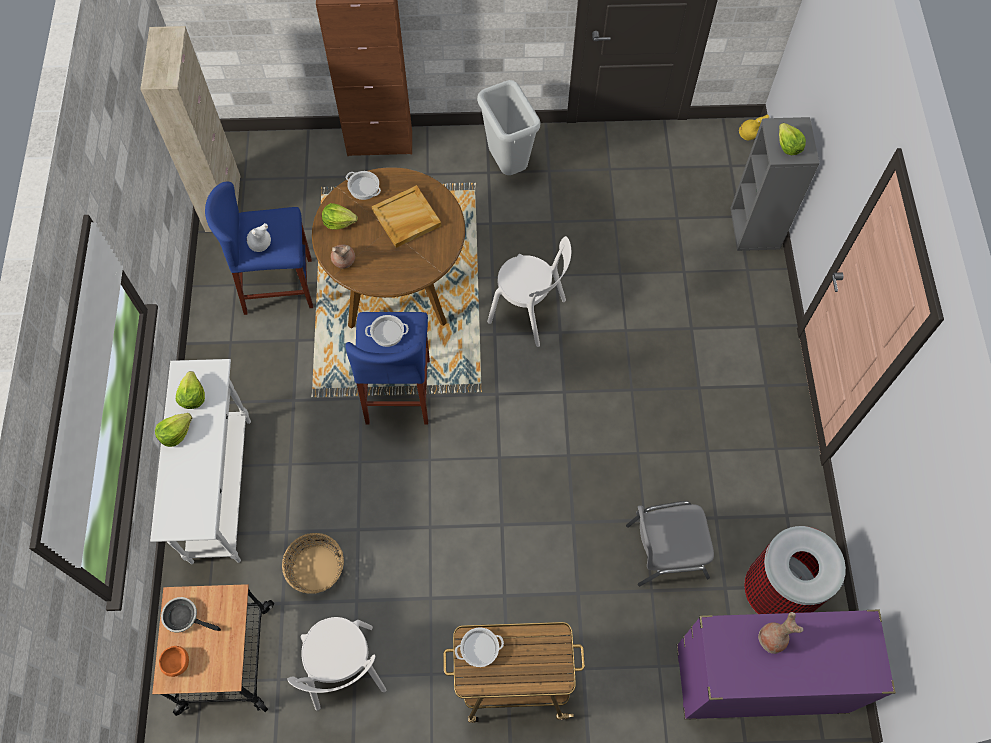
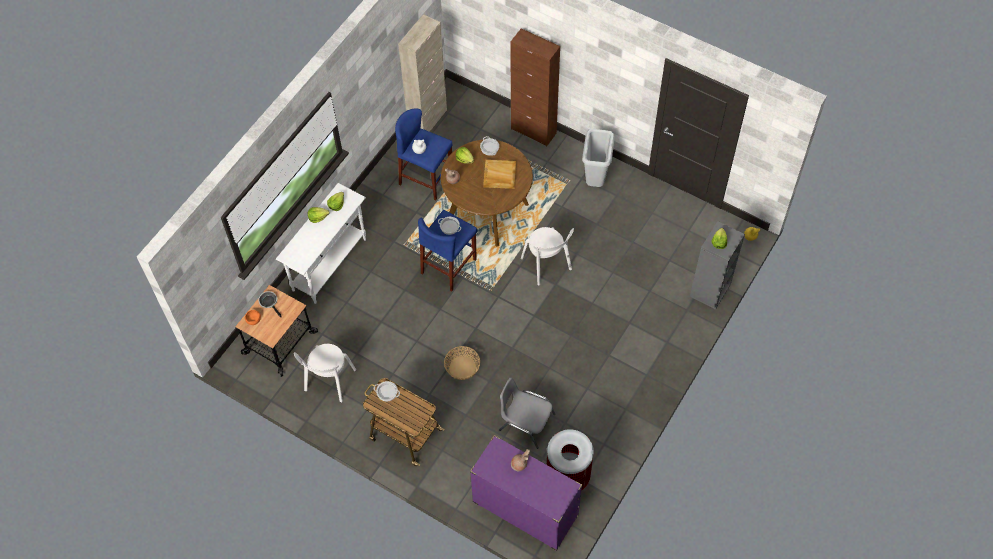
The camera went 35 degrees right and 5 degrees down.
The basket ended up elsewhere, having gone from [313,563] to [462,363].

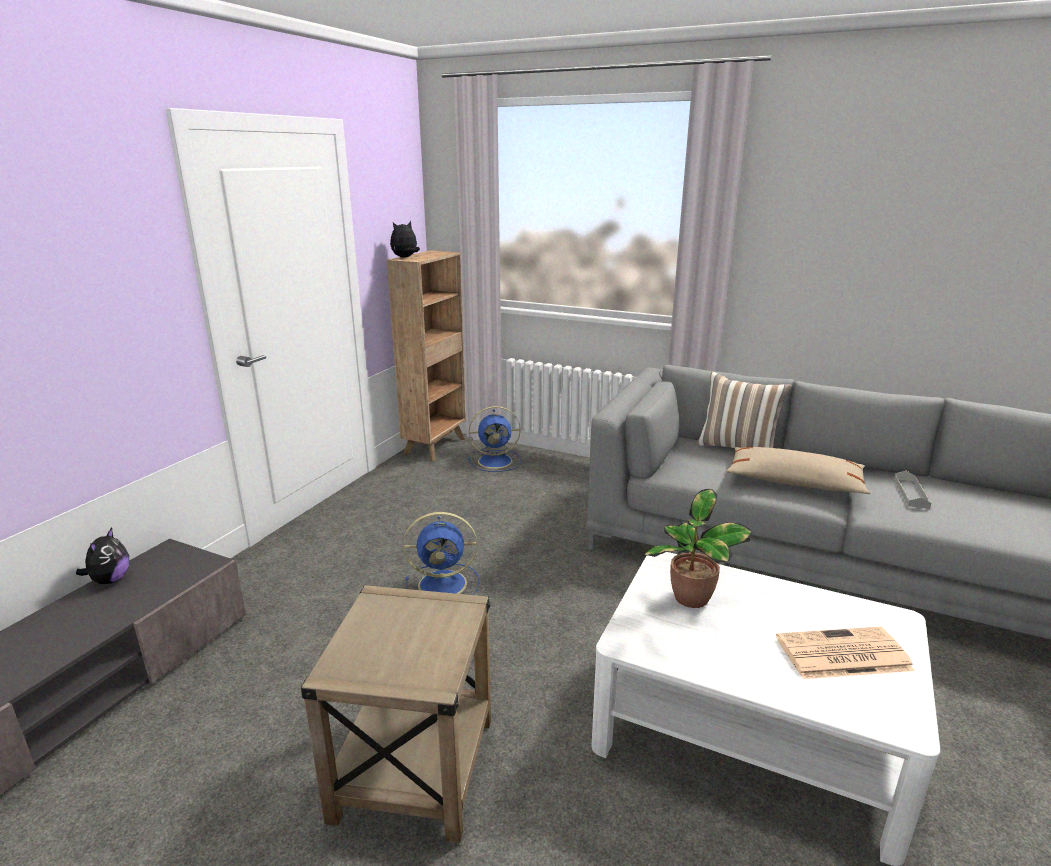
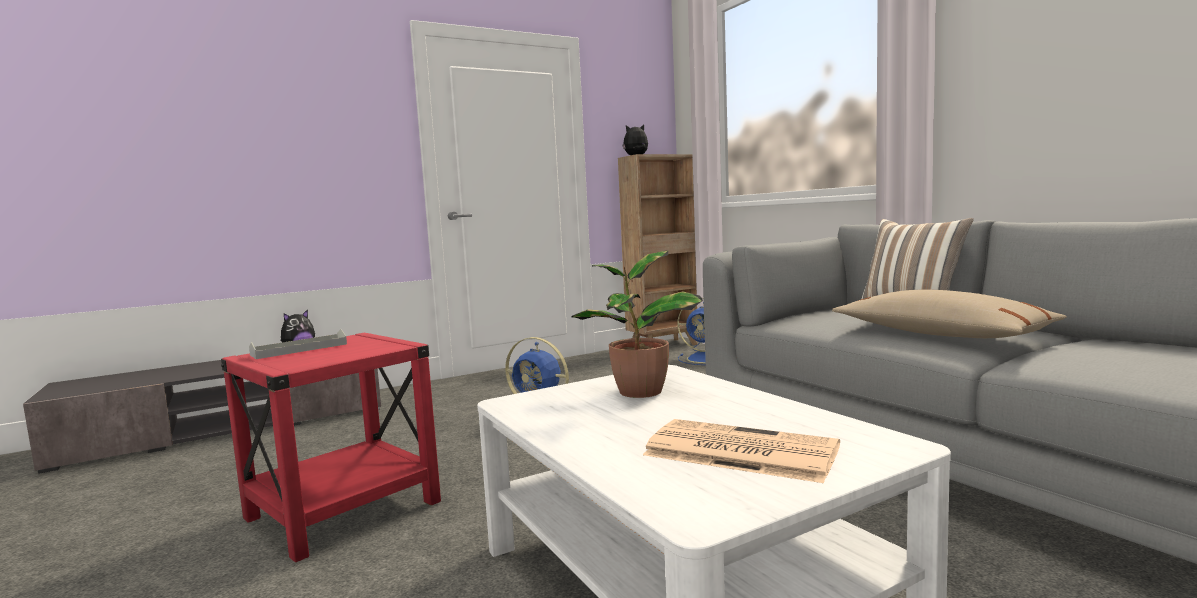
The camera went 35 degrees right and 15 degrees down.
What was the sand-coloured accent table at [396,714] turned into the reddish accent table at [331,447].
The gray carrying tray ended up elsewhere, having gone from [912,490] to [298,344].

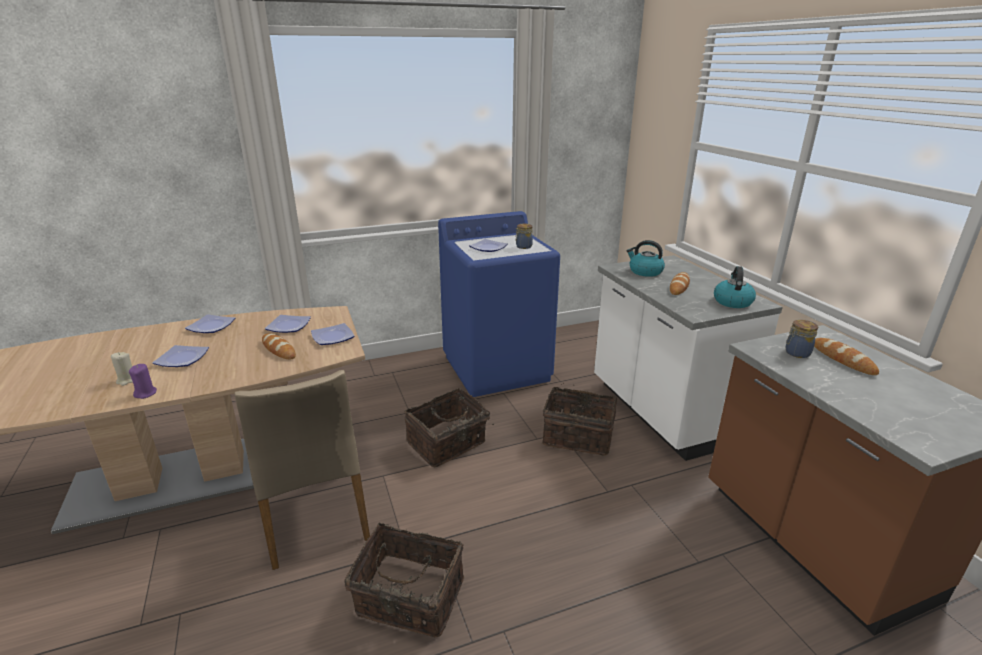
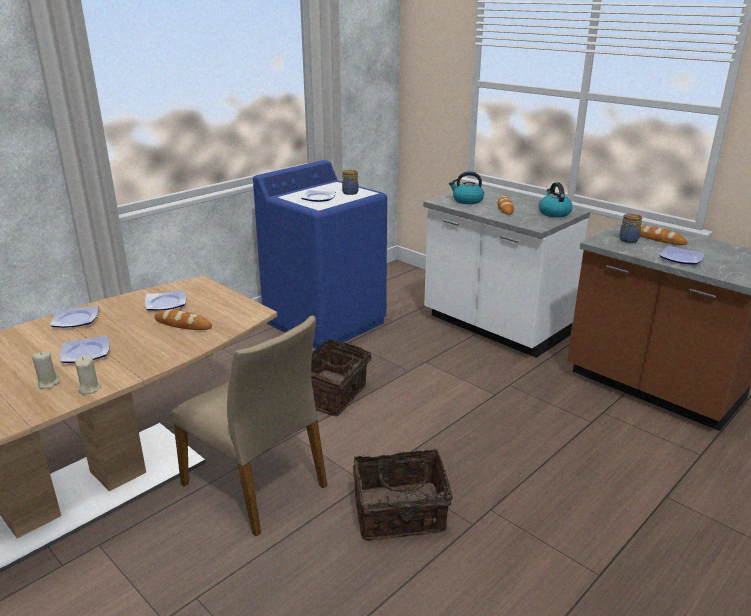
The camera went 25 degrees left and 0 degrees up.
What was the purple wax candle at [143,381] turned into the sand-coloured wax candle at [88,374].
The dinner plate ended up elsewhere, having gone from [332,334] to [682,255].
The second view lost the basket at [579,419].

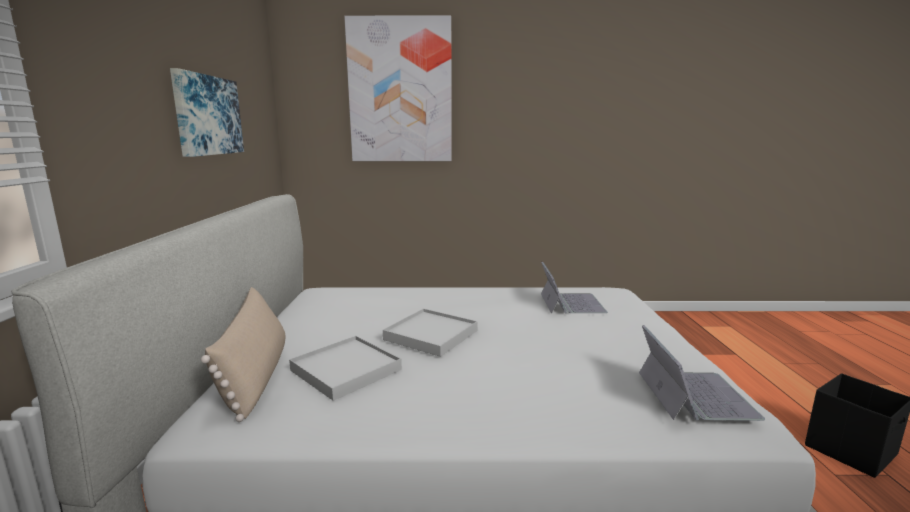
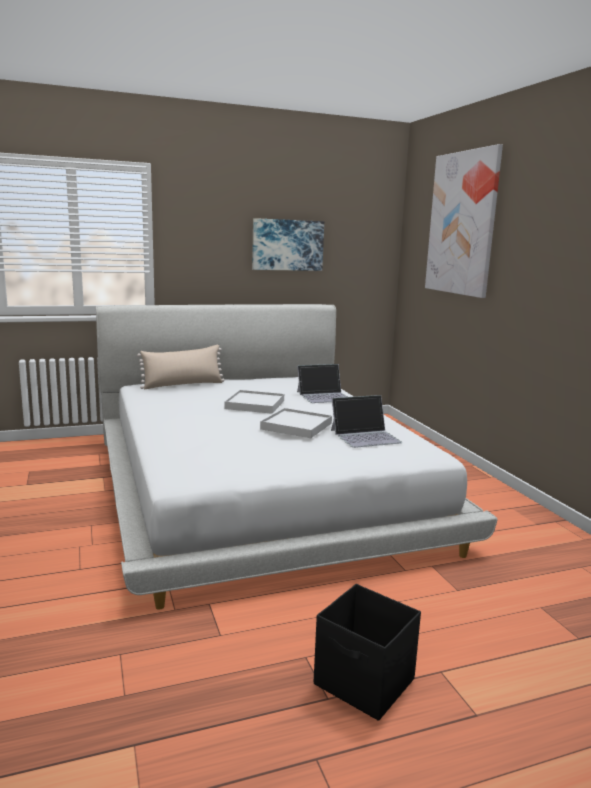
The camera went 70 degrees right and 0 degrees up.
The whitish carrying tray ended up elsewhere, having gone from [345,368] to [296,423].
The laptop ended up elsewhere, having gone from [702,373] to [322,383].

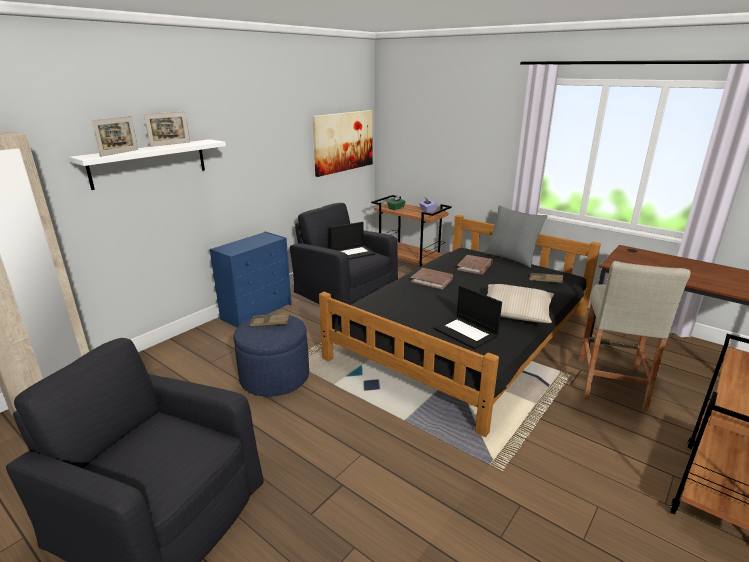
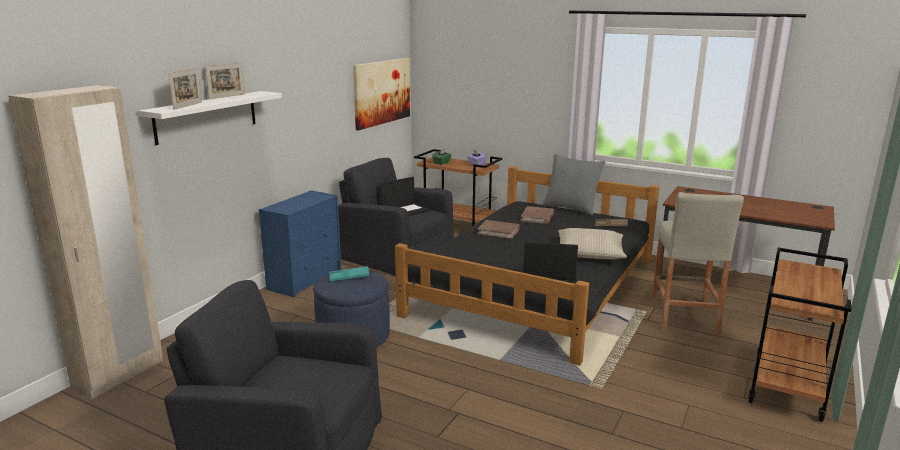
The camera went 10 degrees left and 5 degrees down.
What was the brownish carrying tray at [270,320] turned into the blue-green carrying tray at [349,273].
The laptop at [468,317] ended up facing another way, 150 degrees clockwise from before.

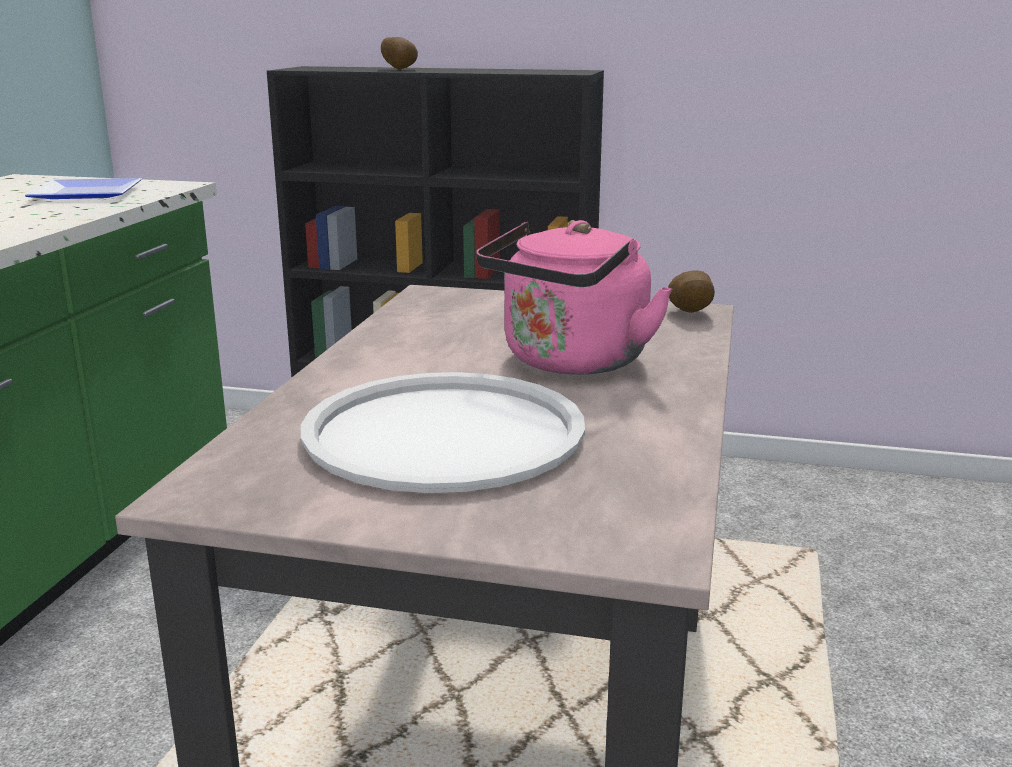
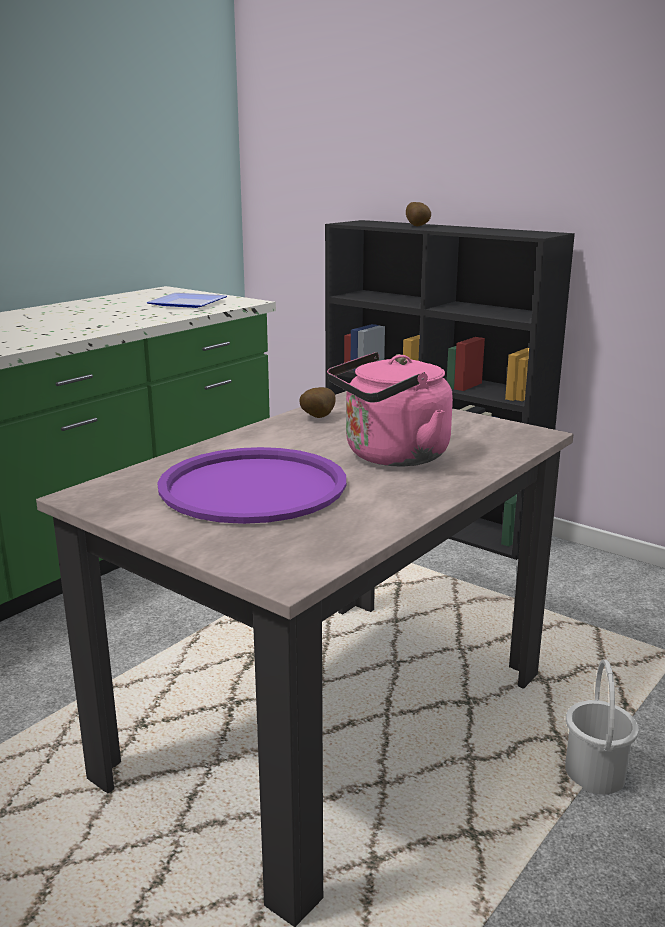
The camera went 25 degrees right and 0 degrees up.
What was the whitish carrying tray at [443,432] turned into the purple carrying tray at [251,485].
The spud ended up elsewhere, having gone from [691,292] to [317,402].
The second view gained the whitish water bucket at [602,726].

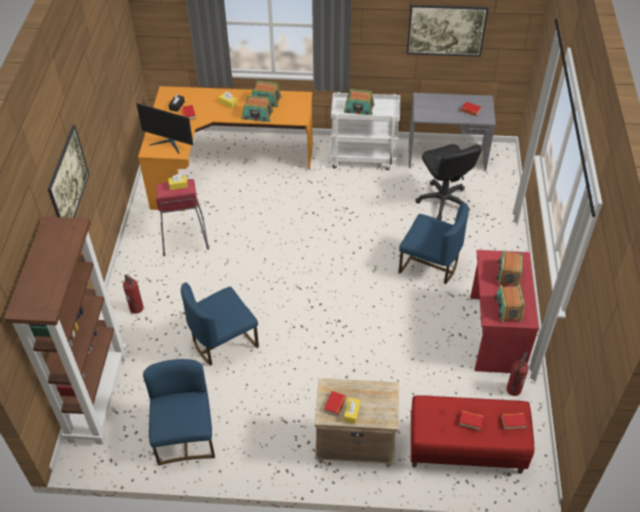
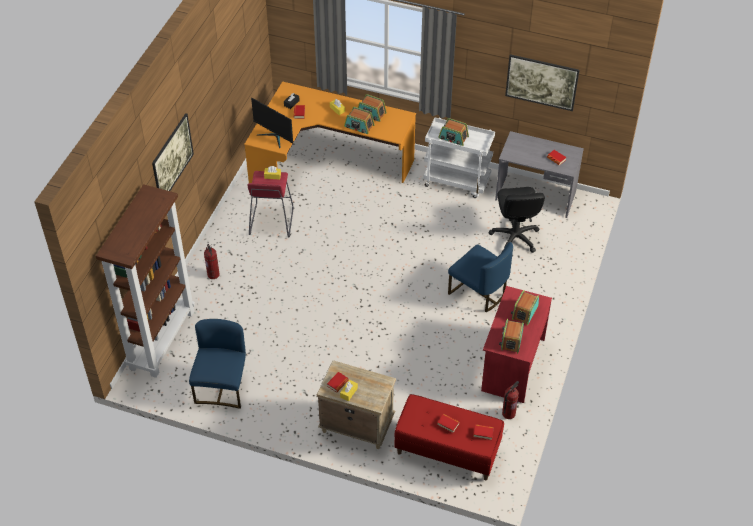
The camera went 15 degrees right and 0 degrees up.
The second view lost the blue-coloured upright chair at [220,324].

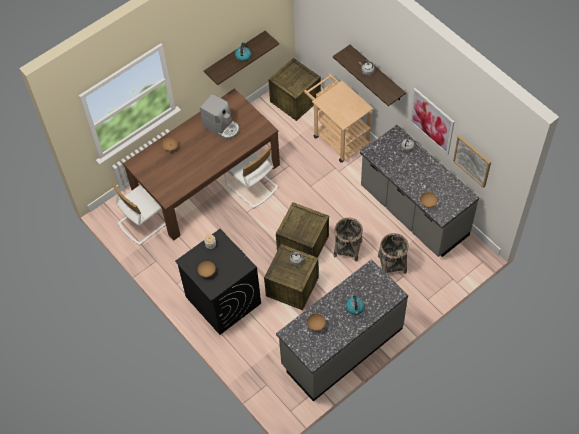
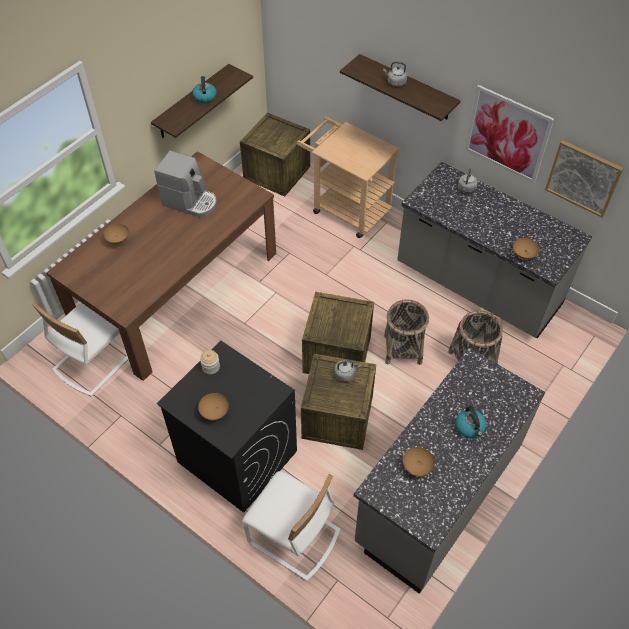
The camera went 15 degrees left and 5 degrees down.
The whitish upright chair ended up elsewhere, having gone from [251,177] to [291,526].

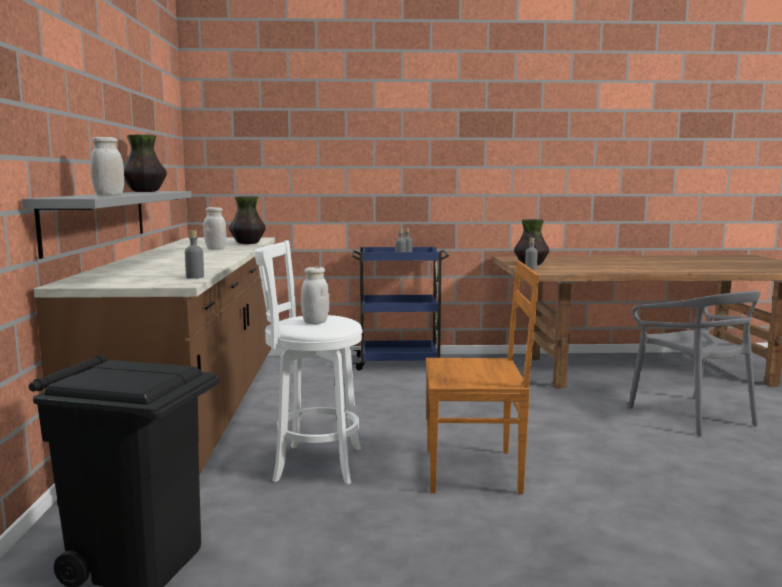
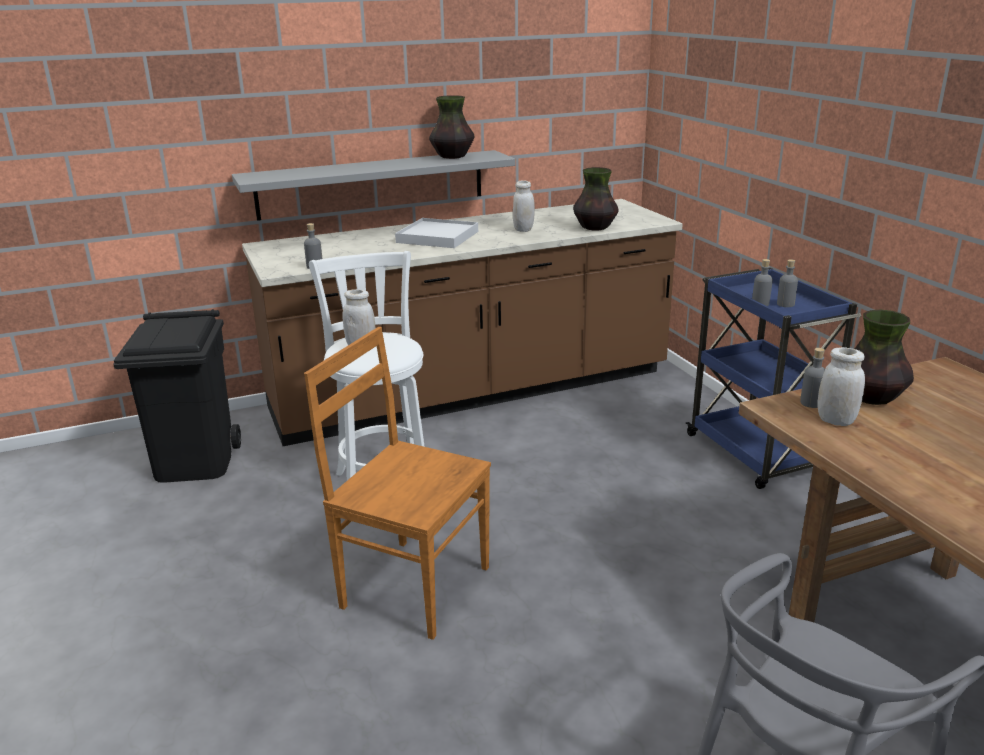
The camera went 70 degrees right and 15 degrees up.
The brownish upright chair at [483,377] ended up facing another way, 135 degrees clockwise from before.
The second view gained the whitish carrying tray at [436,233].
The whitish storage jar ended up elsewhere, having gone from [107,166] to [841,386].

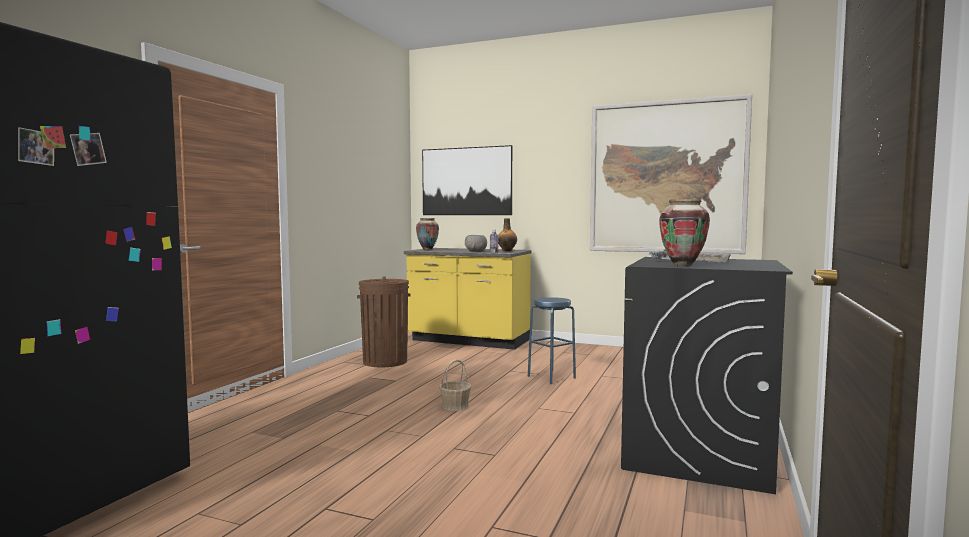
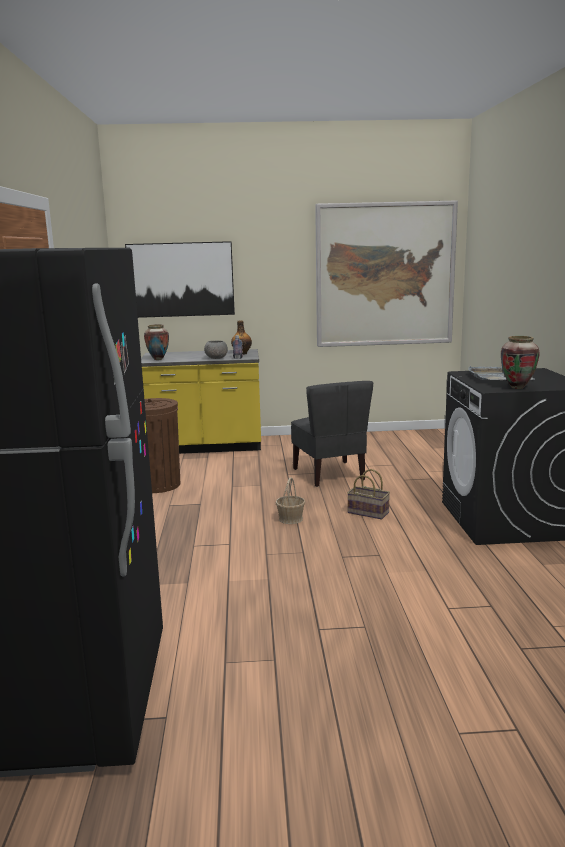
The camera went 25 degrees left and 10 degrees up.
Where the blue-coloured sitting stool stood at [552,340], the gray upright chair came to stand at [332,434].
The second view gained the basket at [368,494].

